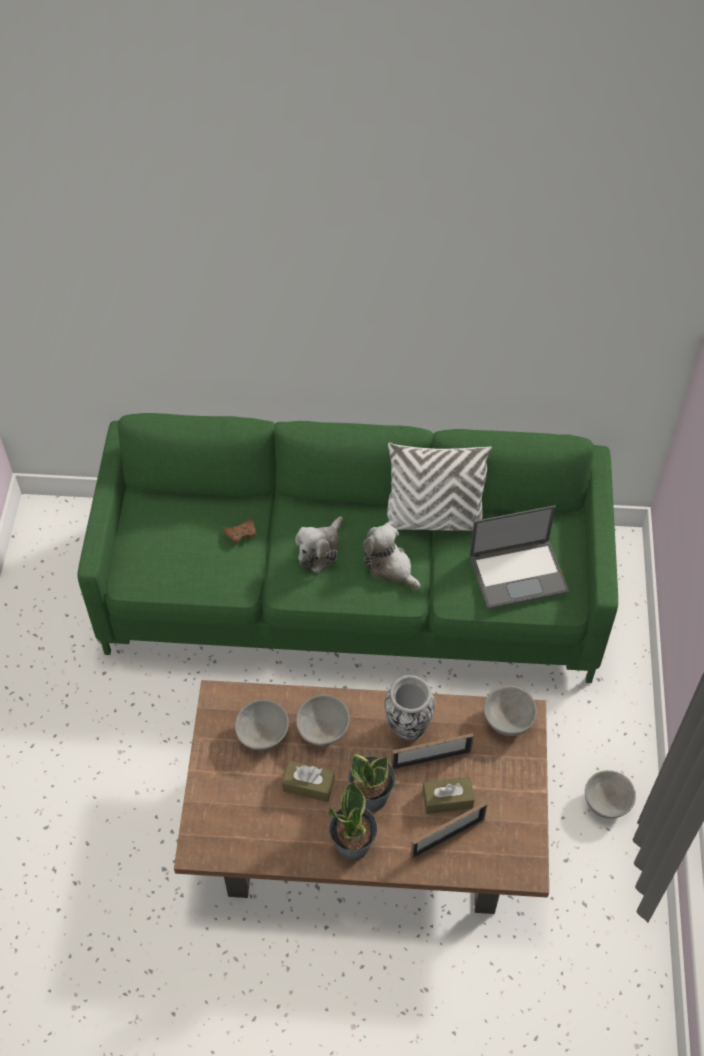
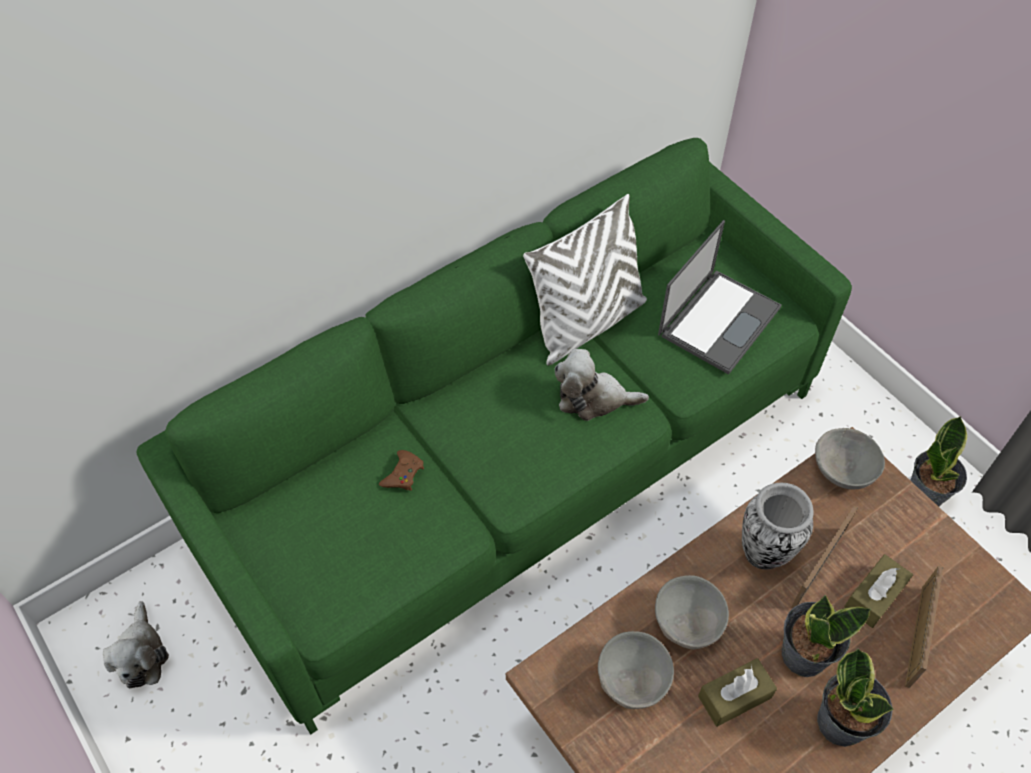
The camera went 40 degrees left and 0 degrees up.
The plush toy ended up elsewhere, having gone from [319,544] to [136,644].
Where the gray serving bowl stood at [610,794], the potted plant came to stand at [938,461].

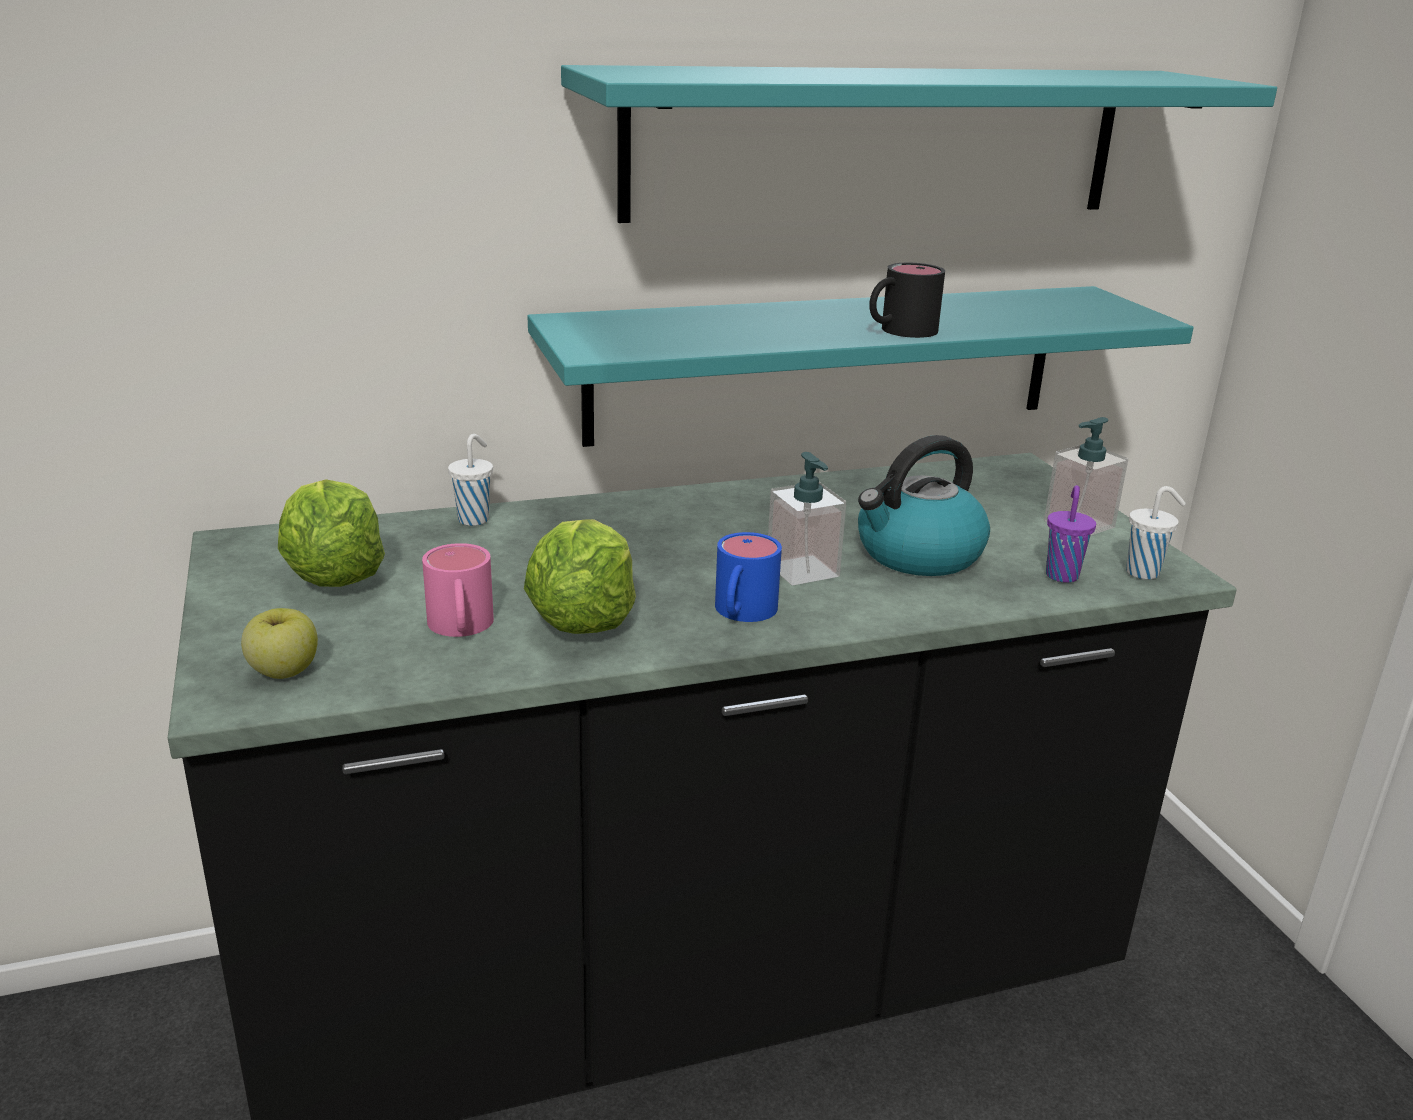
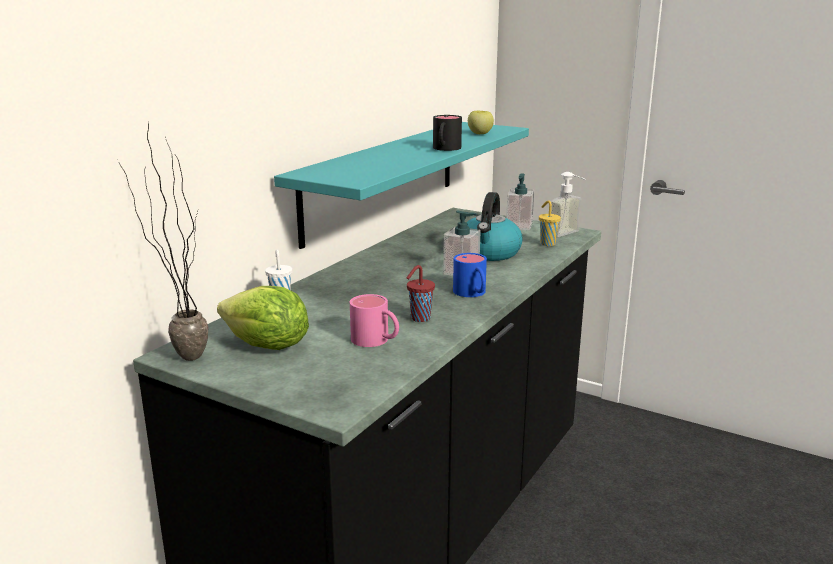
The camera went 40 degrees left and 5 degrees down.
The second view gained the potted plant at [164,241].
Where the lettuce head stood at [580,576], the reddish small cup came to stand at [421,293].
The whole apple ended up elsewhere, having gone from [279,643] to [481,122].
What was the purple small cup at [1071,534] turned into the yellow small cup at [550,223].
Where the whitish small cup stood at [1156,533], the liquid soap bottle came to stand at [568,204].
The second view lost the blue-green bracket shelf at [919,144].

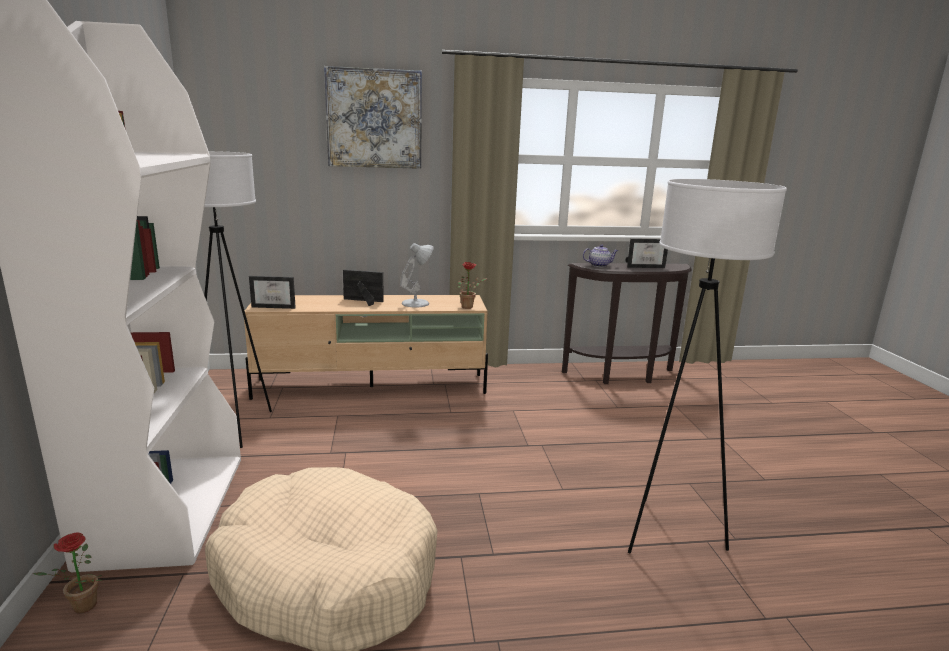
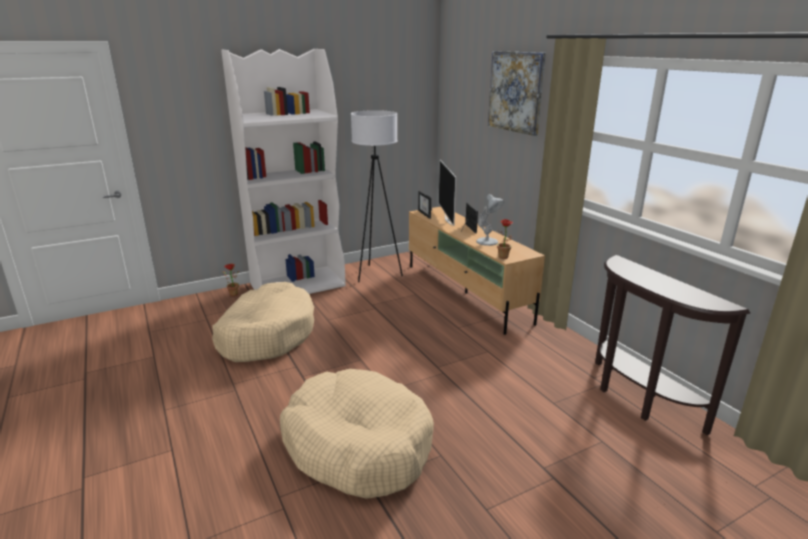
The camera went 70 degrees right and 5 degrees up.
Where the whitish standard lamp stood at [707,366], the sand-coloured dog bed came to stand at [357,434].
The second view gained the TV at [447,193].
The second view lost the pot for tea at [600,255].
The second view lost the standing frame at [646,253].

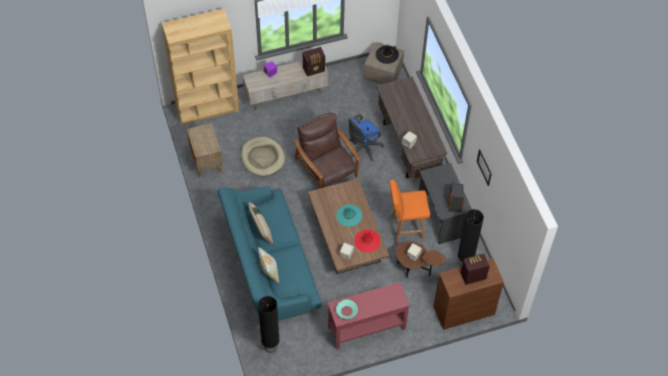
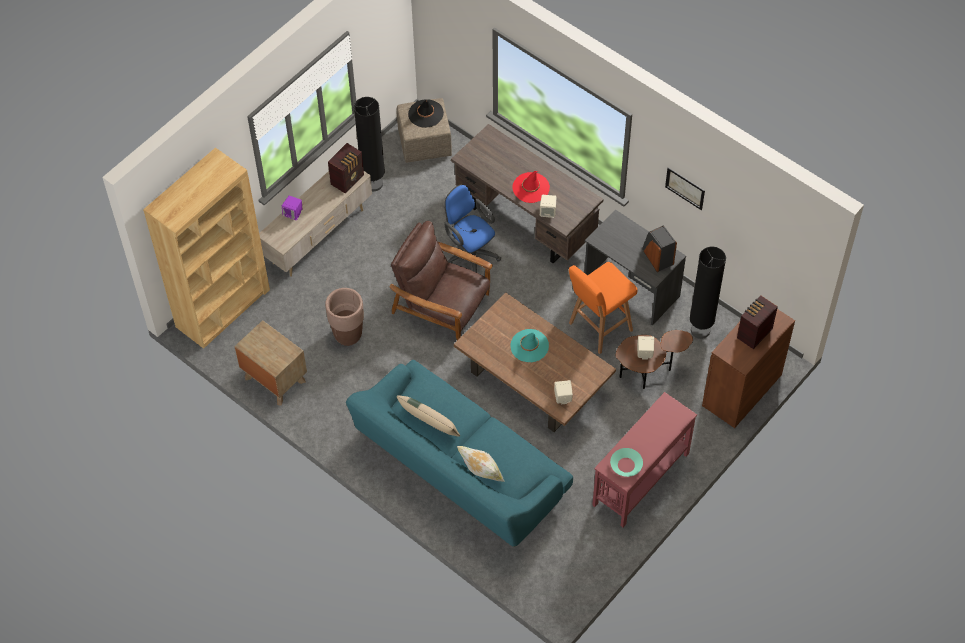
The camera went 30 degrees left and 0 degrees up.
Where the sand-coloured dog bed stood at [263,156], the brownish plant pot came to stand at [344,317].
The black-coloured standard lamp ended up elsewhere, having gone from [269,324] to [369,144].
The blue-coloured office chair at [366,137] ended up facing another way, 120 degrees clockwise from before.
The reddish wearable hat ended up elsewhere, having gone from [367,240] to [531,187].

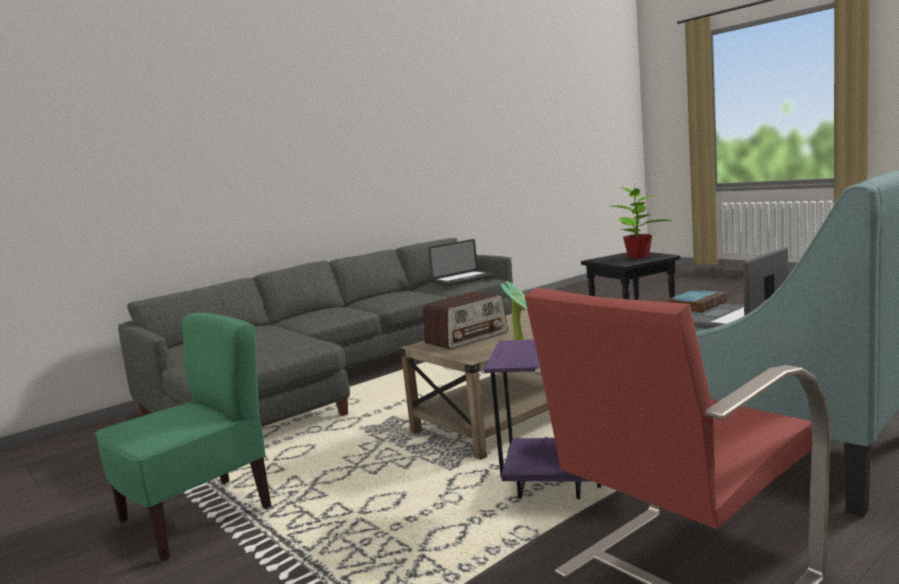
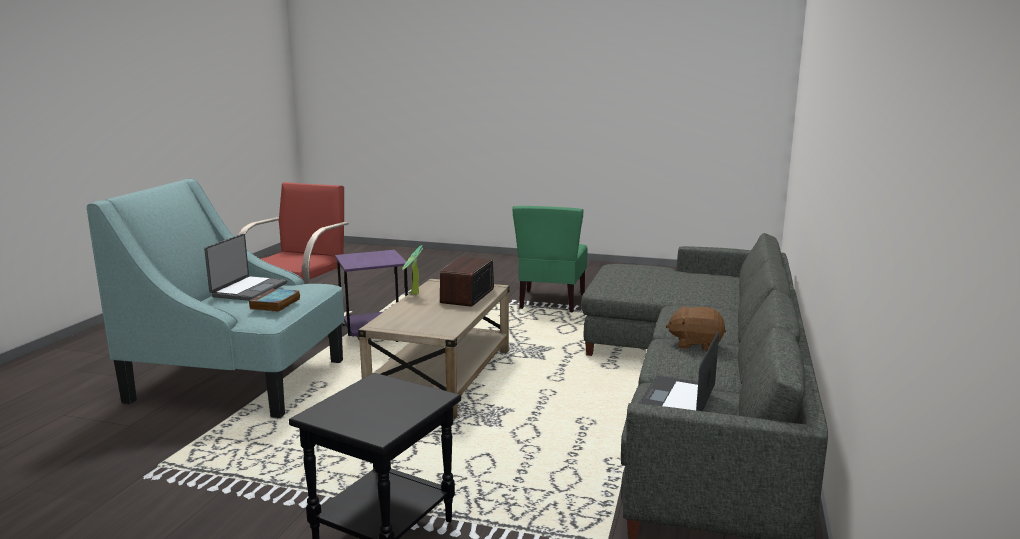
The camera went 145 degrees right and 5 degrees up.
The second view gained the brownish plush toy at [695,328].
The second view lost the potted plant at [642,221].

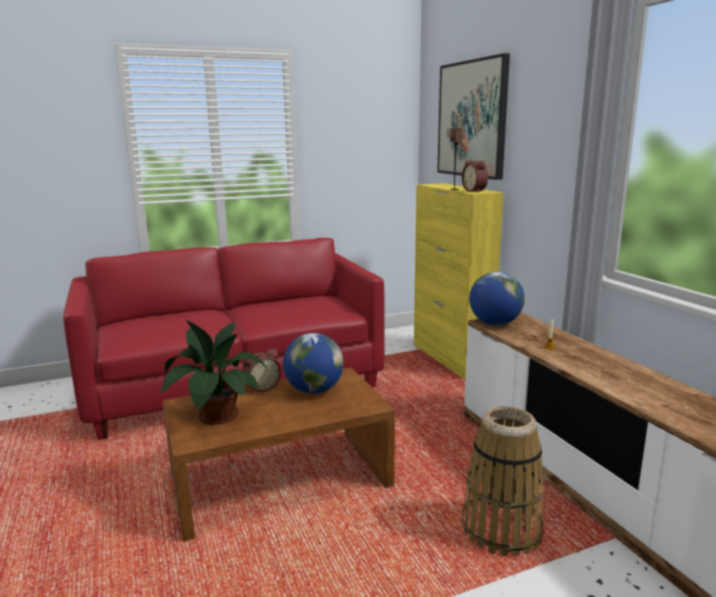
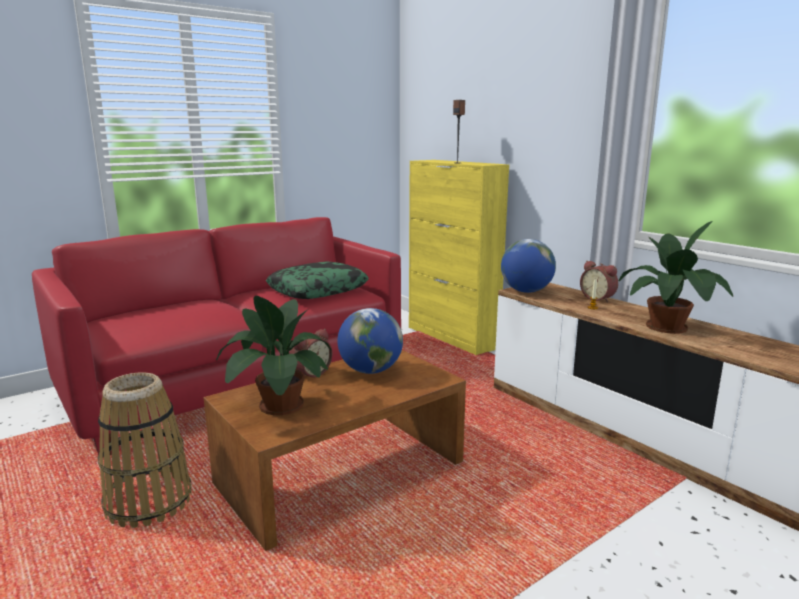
The camera went 15 degrees left and 0 degrees up.
The basket ended up elsewhere, having gone from [503,481] to [144,450].
The second view gained the pillow at [317,280].
The alarm clock ended up elsewhere, having gone from [475,176] to [599,282].
The second view gained the potted plant at [676,277].
The second view lost the wall picture at [473,116].

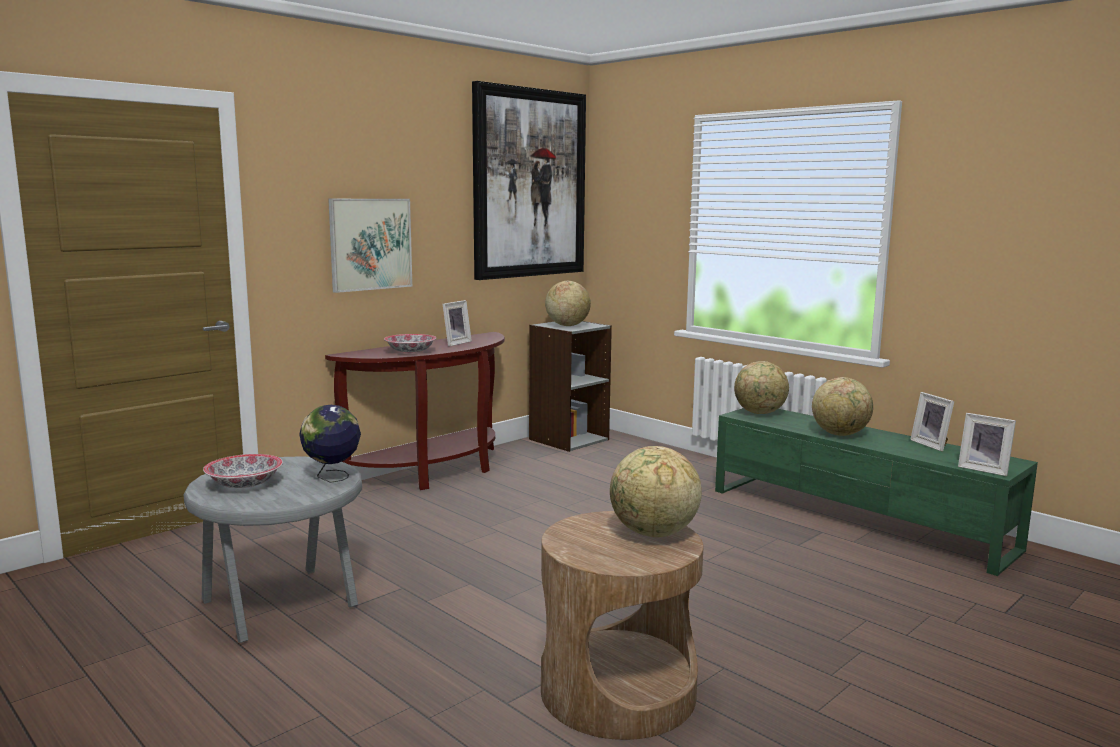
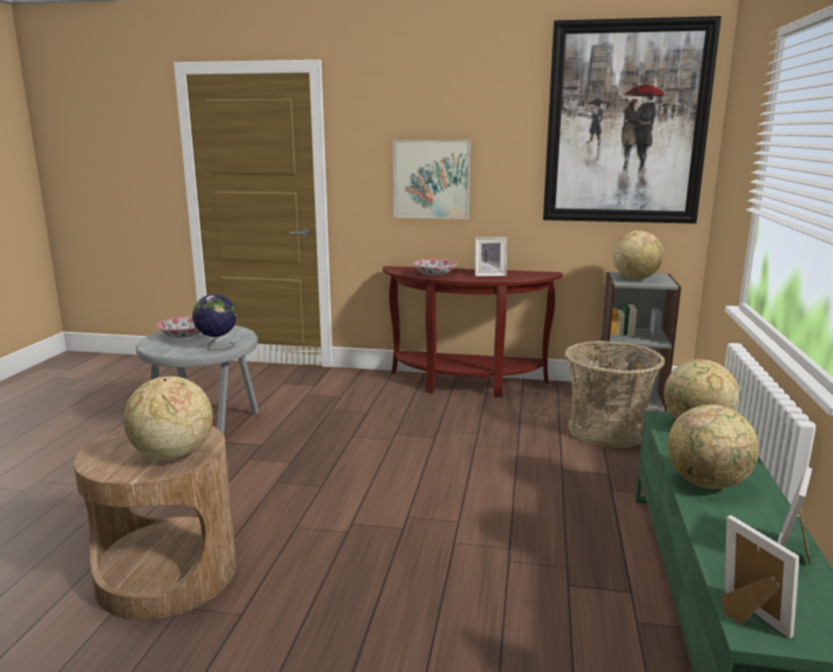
The camera went 55 degrees right and 5 degrees up.
The second view gained the basket at [614,394].
The standing frame at [987,444] ended up facing another way, 150 degrees clockwise from before.

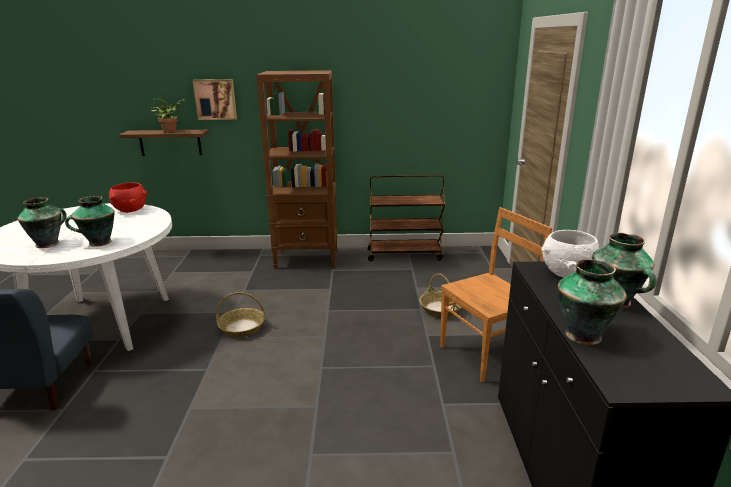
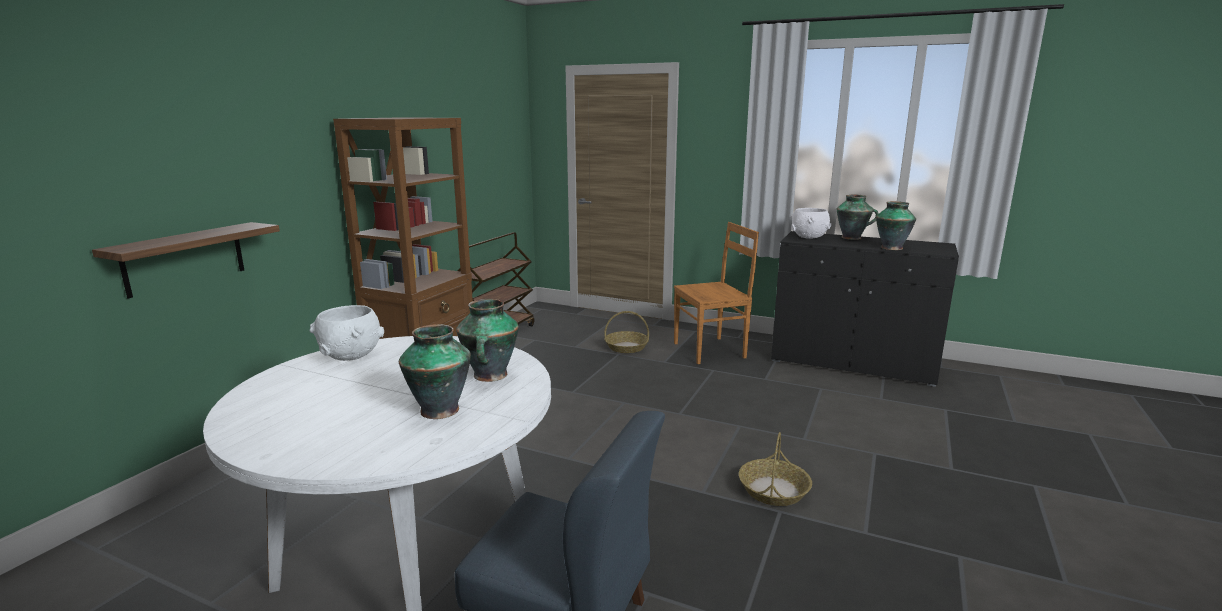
The camera went 65 degrees left and 5 degrees down.
What was the reddish serving bowl at [128,198] turned into the whitish serving bowl at [346,333].
The brownish upright chair at [496,294] ended up facing another way, 75 degrees clockwise from before.
The basket ended up elsewhere, having gone from [240,314] to [775,469].
The second view lost the potted plant at [168,115].
The second view lost the wall picture at [215,99].

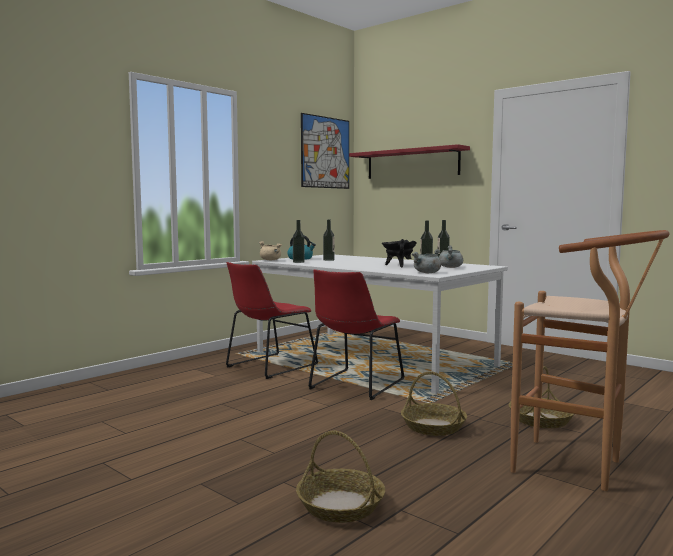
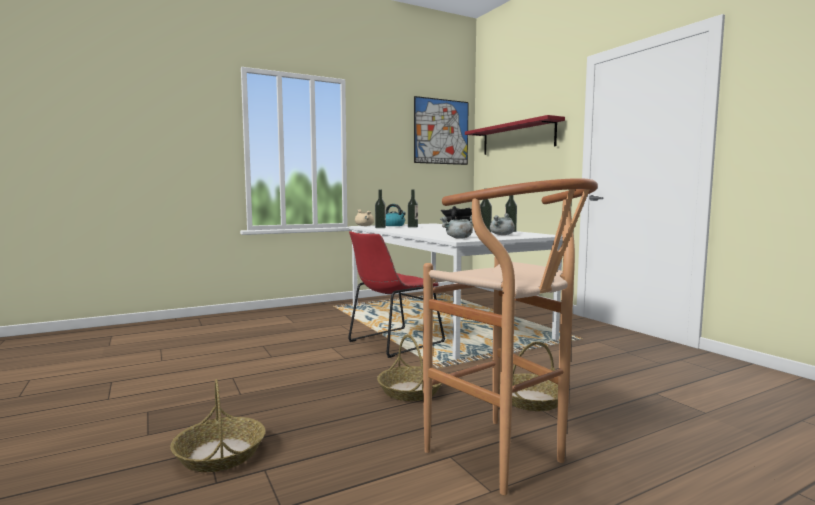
The camera went 20 degrees right and 0 degrees up.
The second view lost the reddish upright chair at [272,320].

